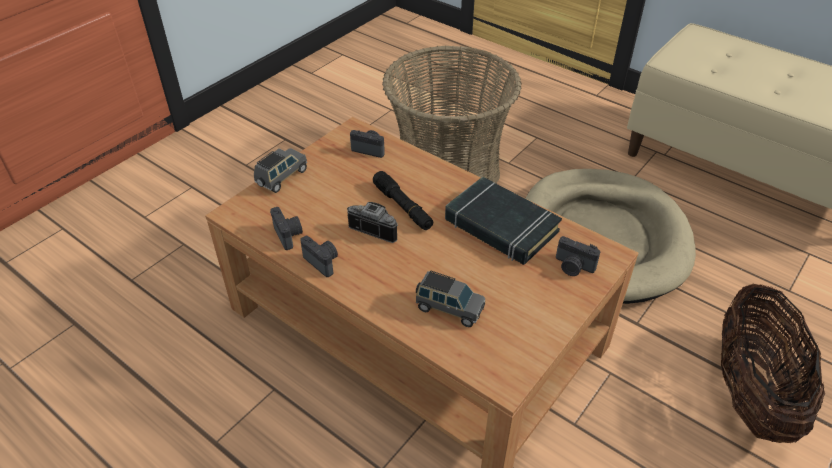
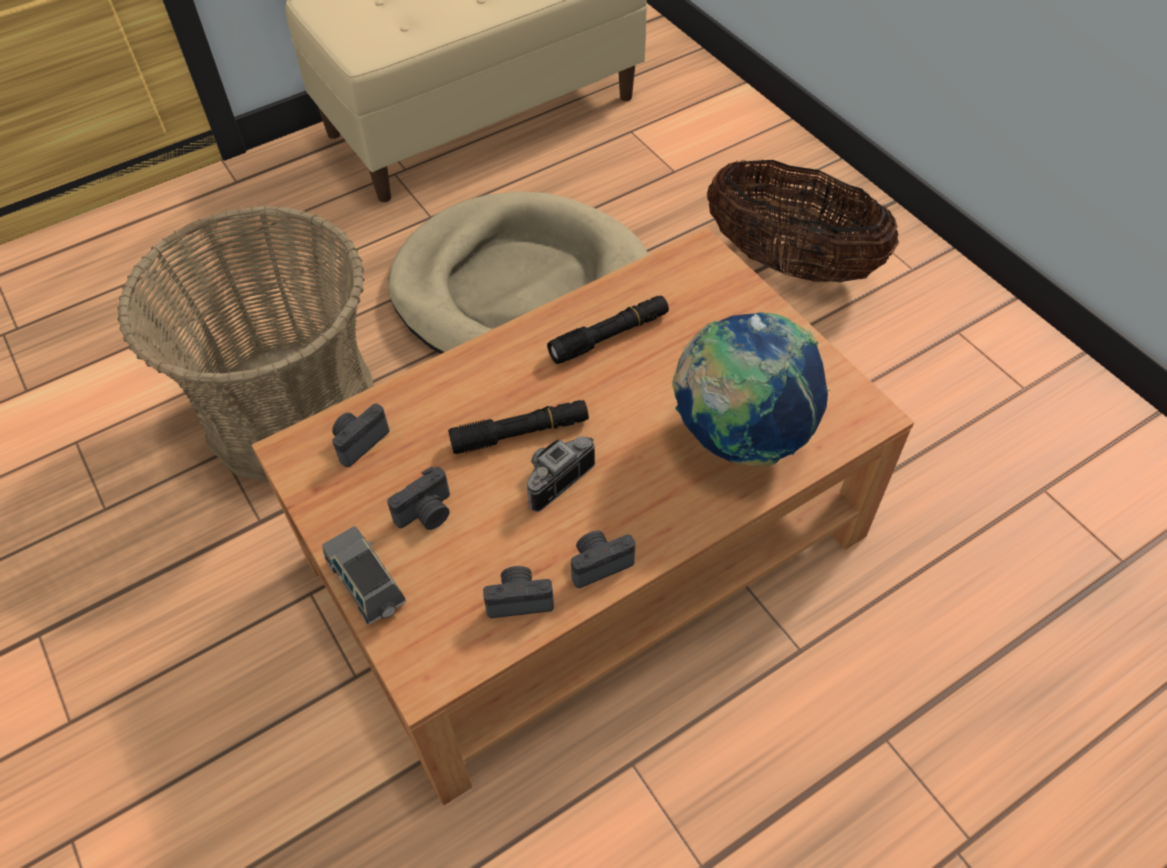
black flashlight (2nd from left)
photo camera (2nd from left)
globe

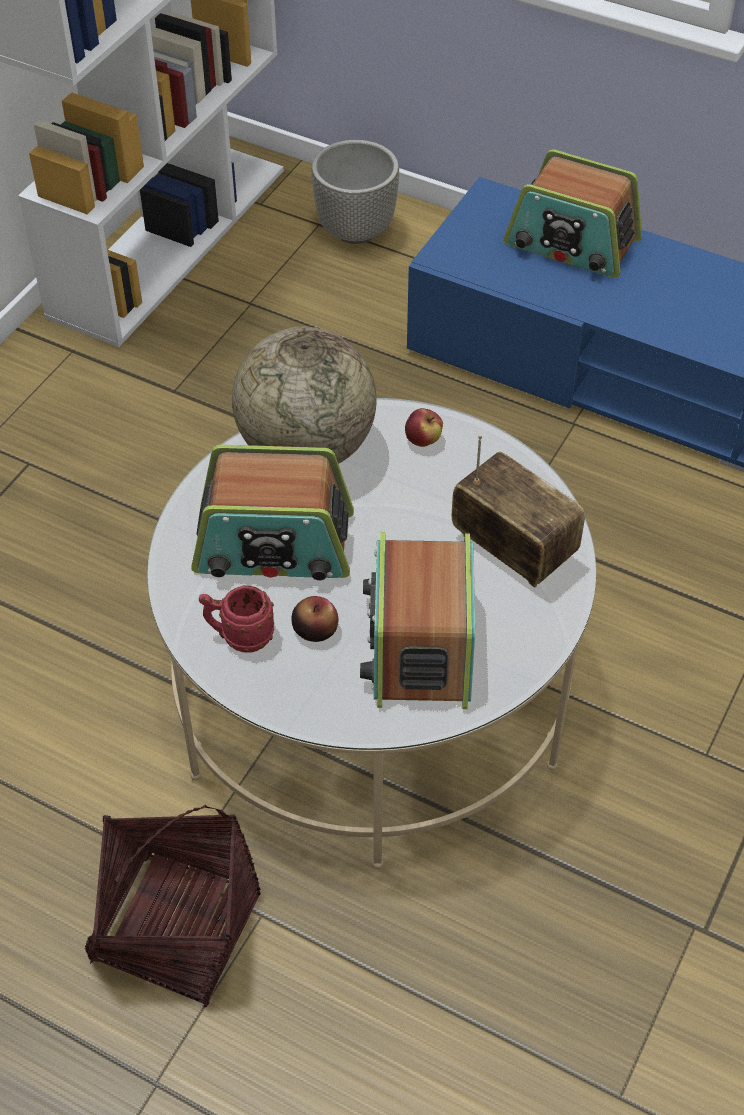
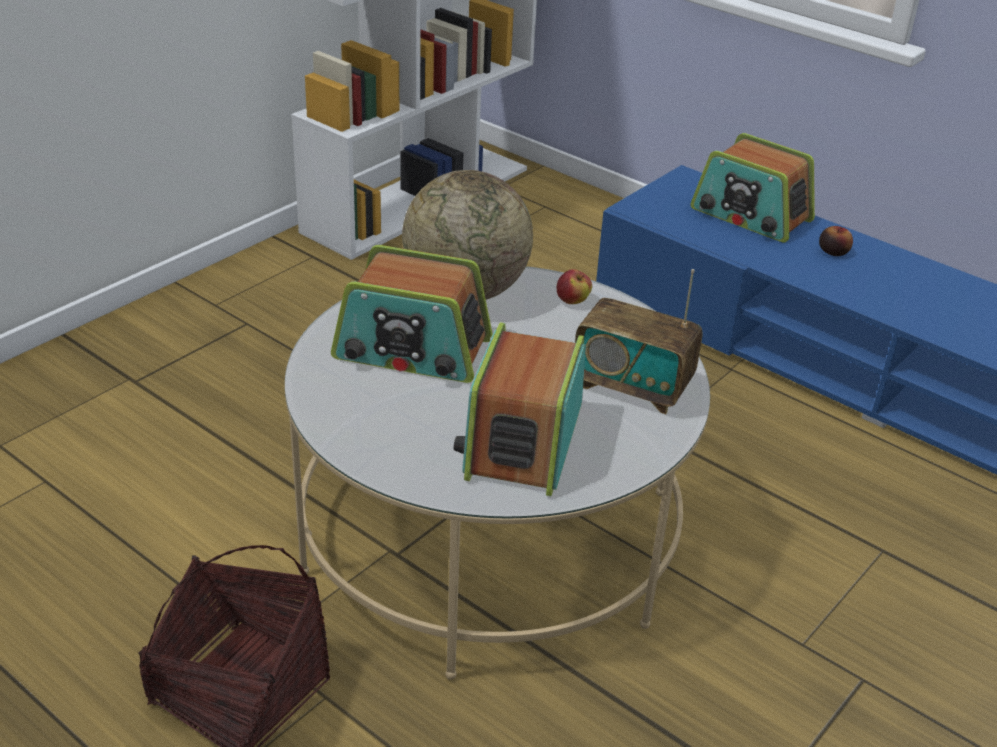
grey planter
radio (3rd from left)
red mug
apple (2nd from left)

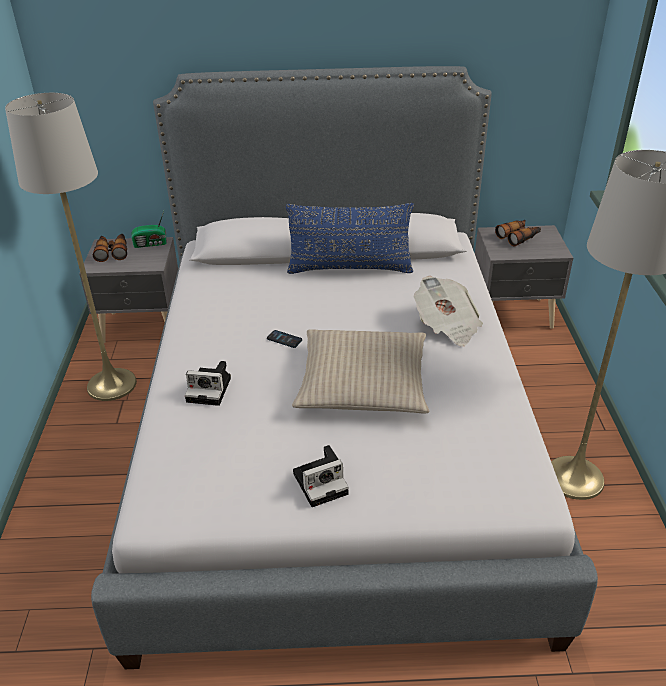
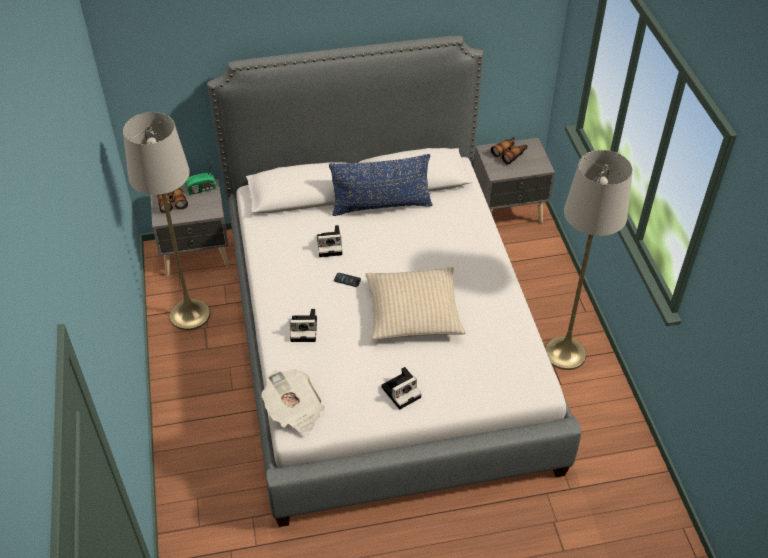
newspaper
photo camera (2nd from left)

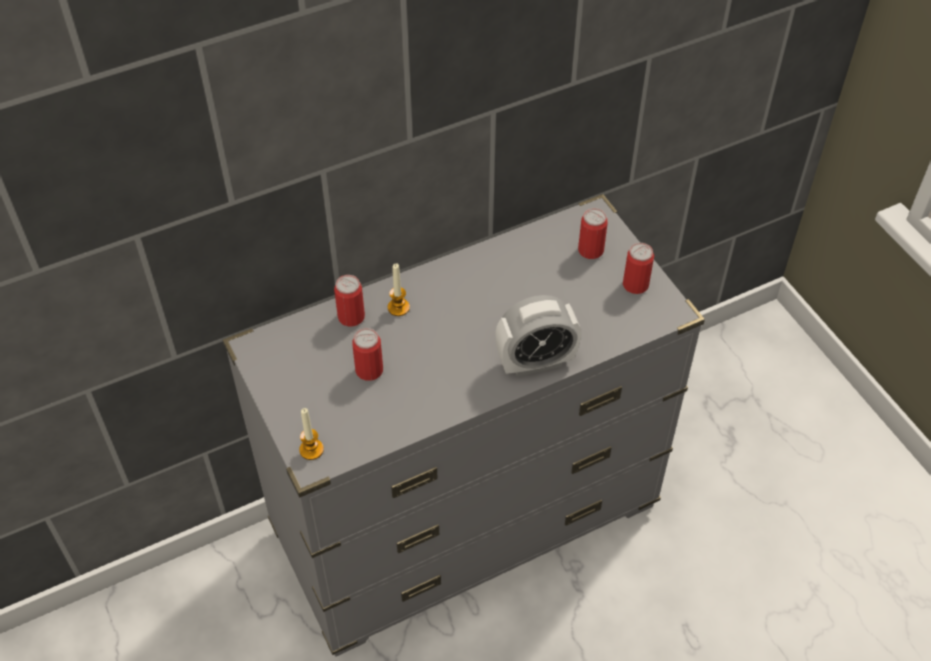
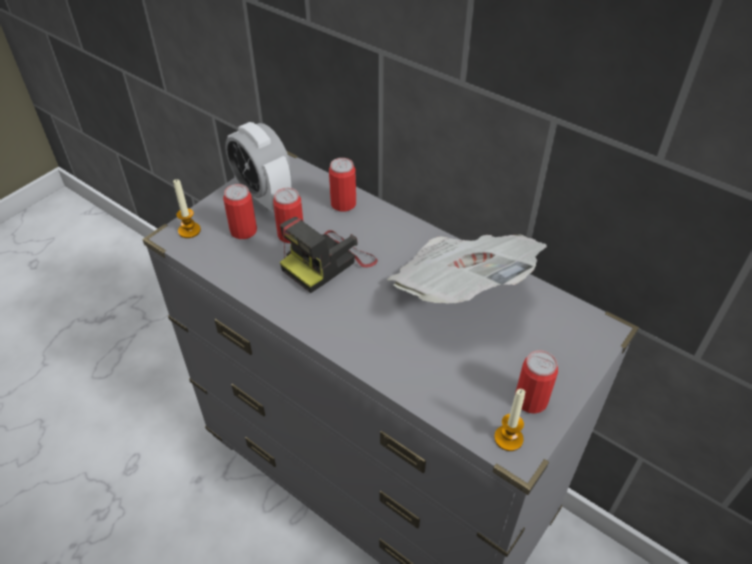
can (1st from left)
candle (2nd from left)
alarm clock
photo camera
newspaper

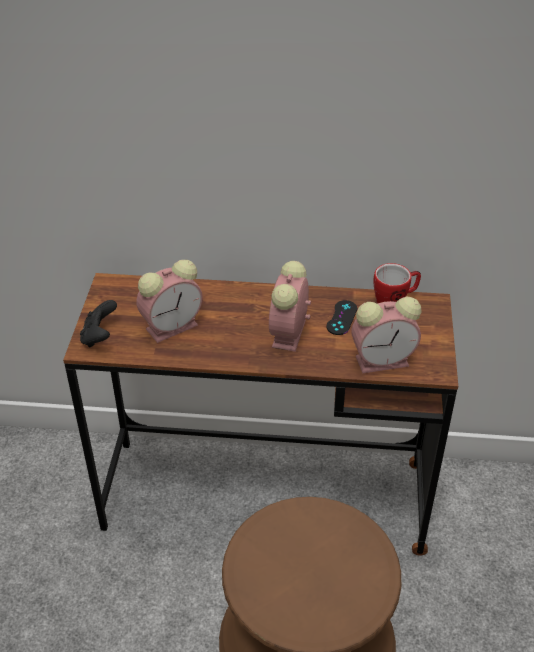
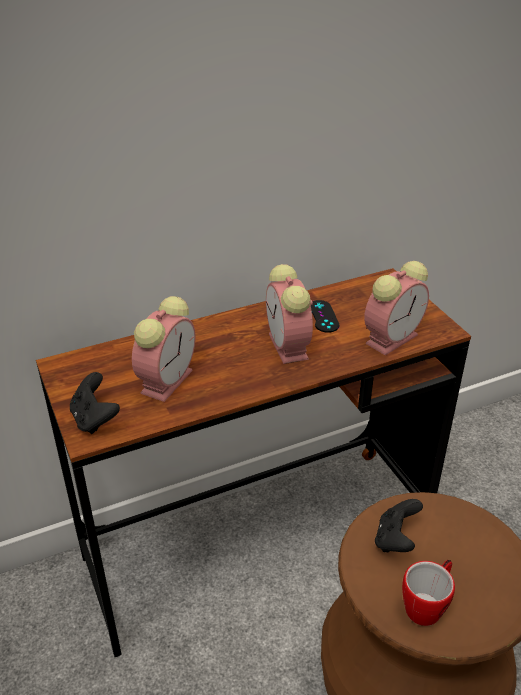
mug
black game controller (3rd from left)

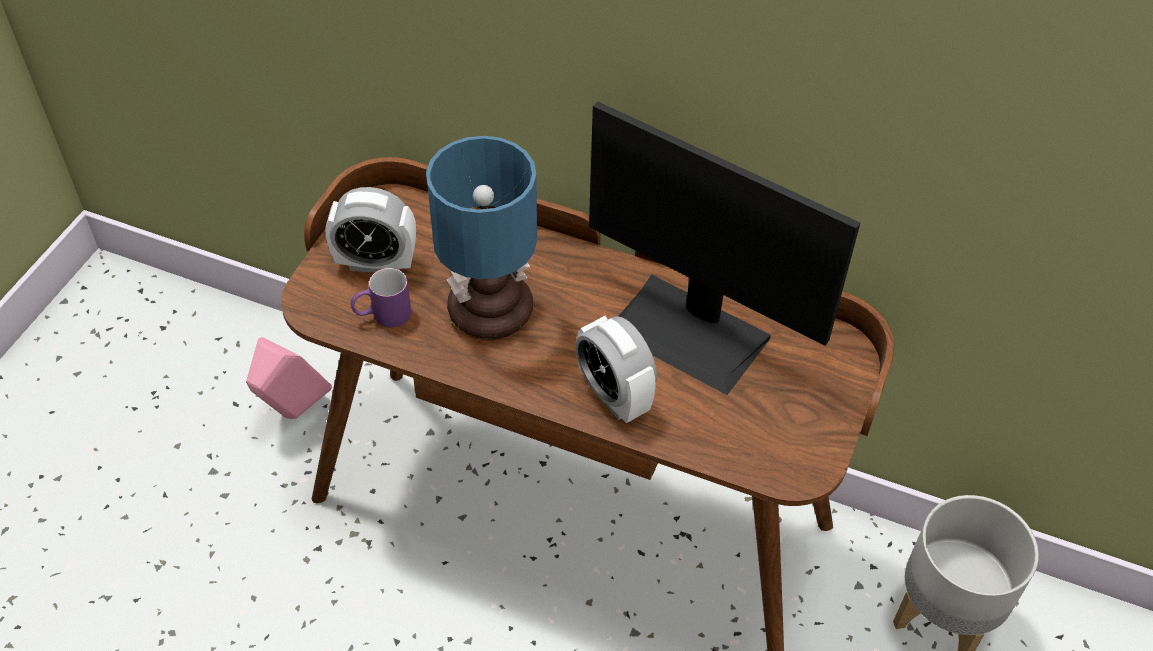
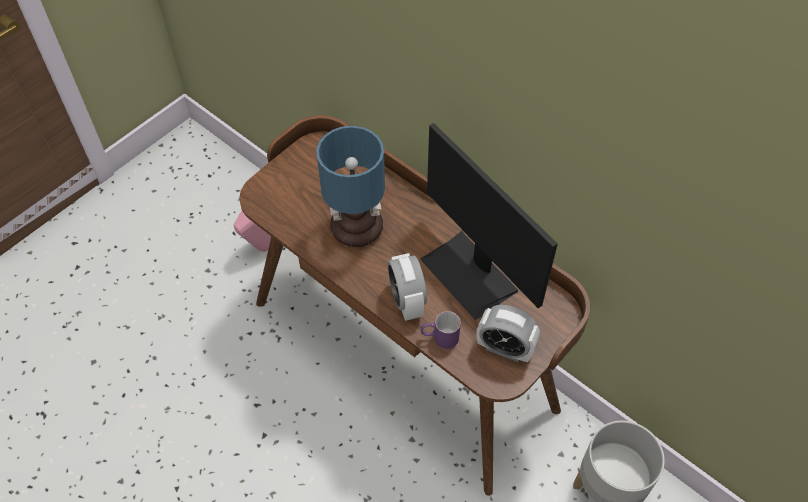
alarm clock (2nd from left)
purple mug

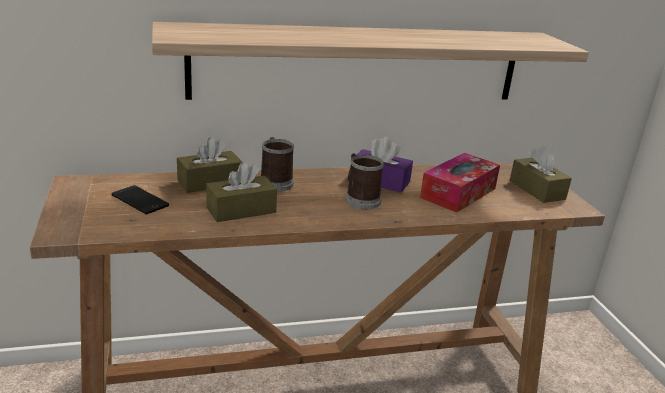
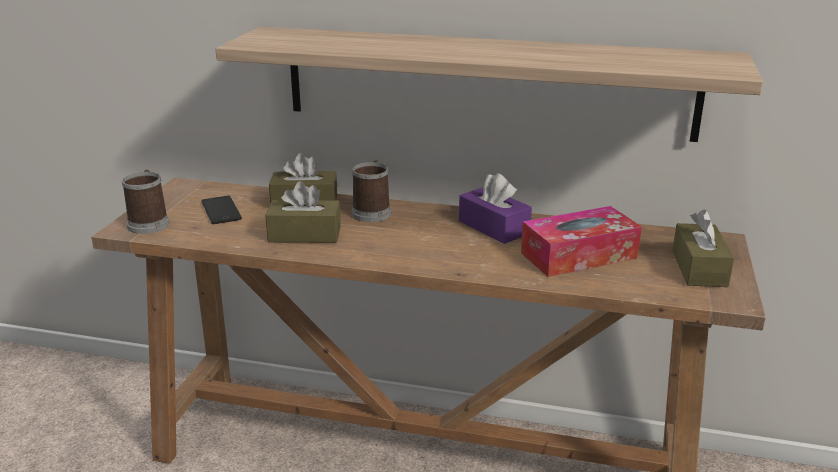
mug (1st from left)

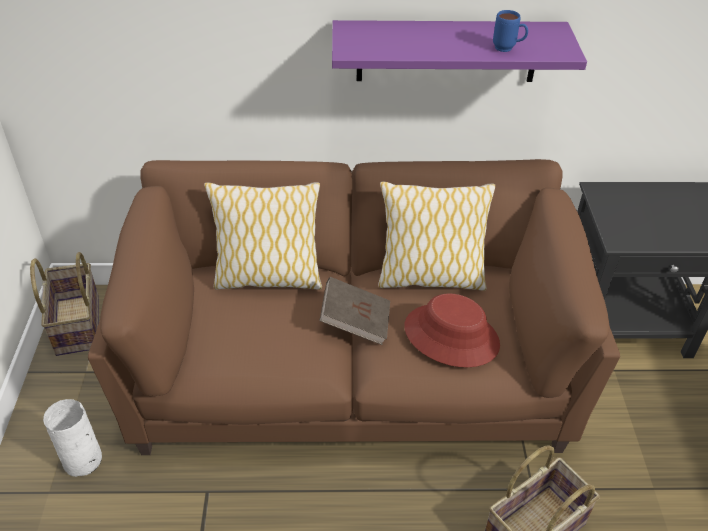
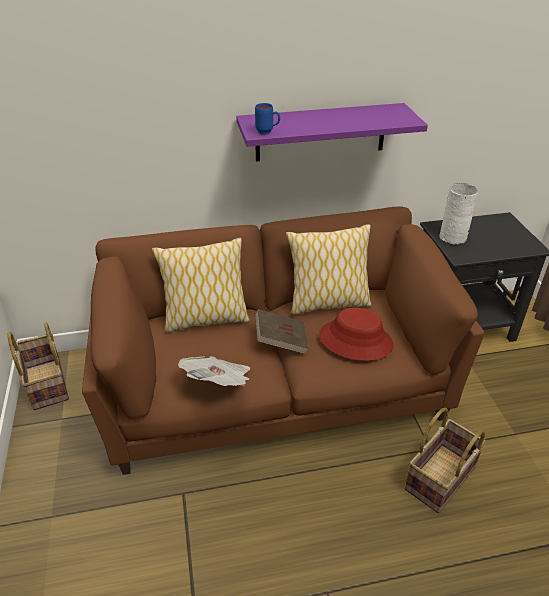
blue mug
white vase
newspaper

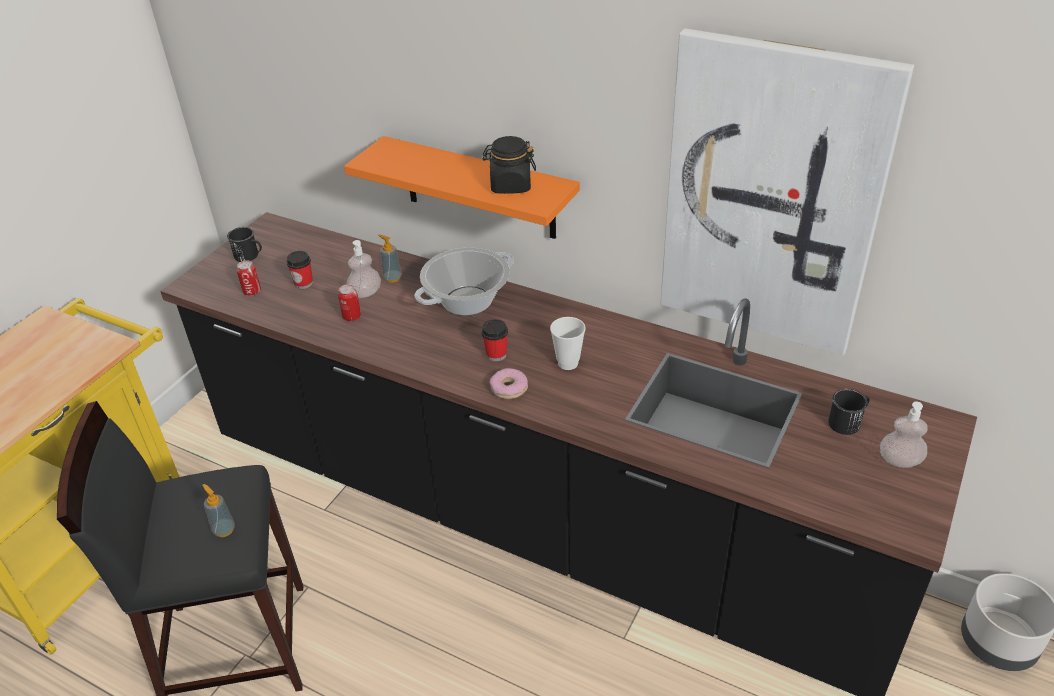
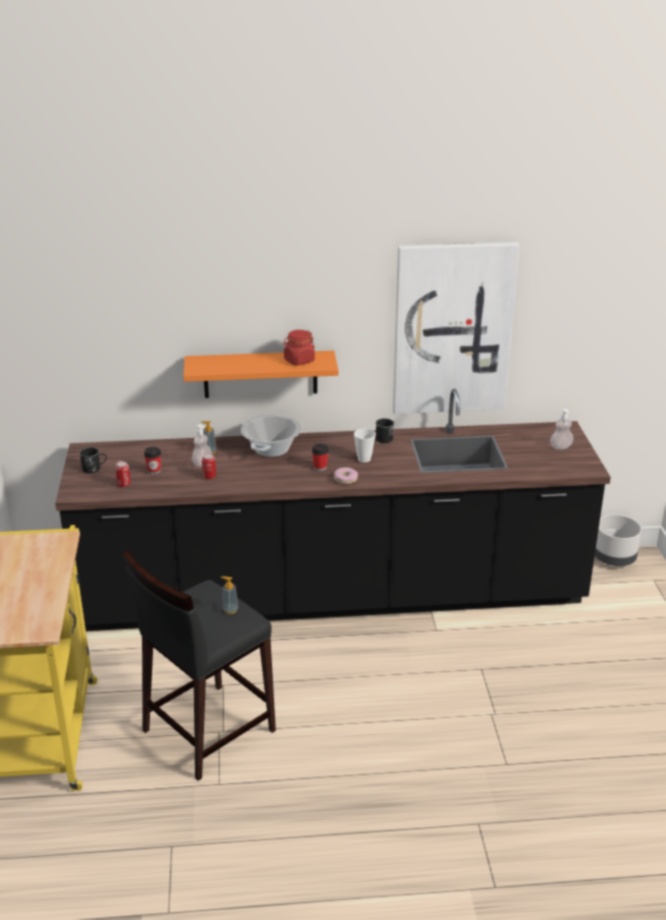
red jar
black mug (2nd from left)

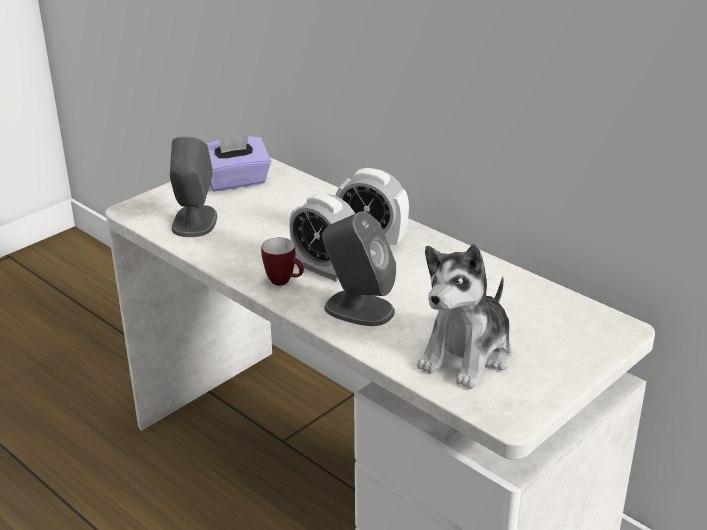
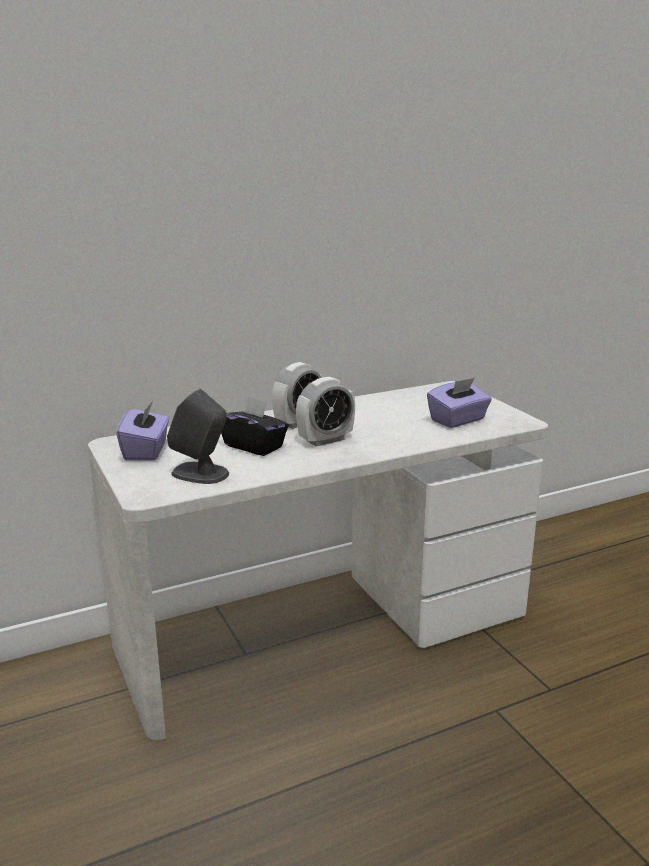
grey speaker (2nd from left in the first image)
mug
purple tissue box (2nd from left)
black tissue box

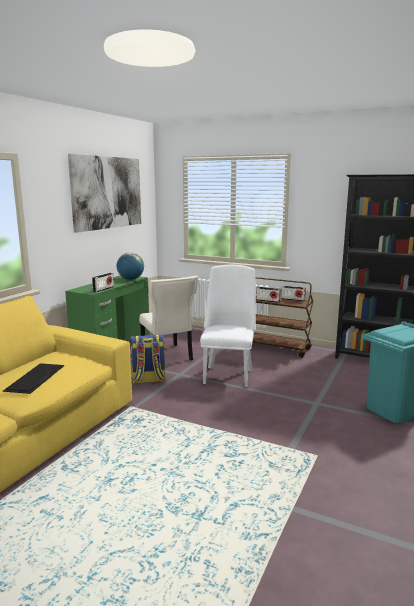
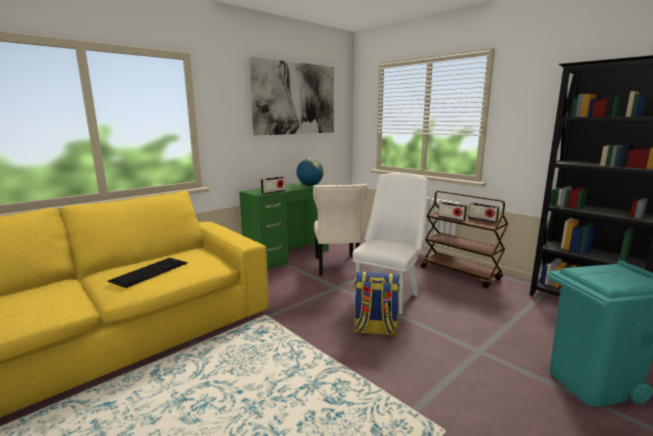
backpack

